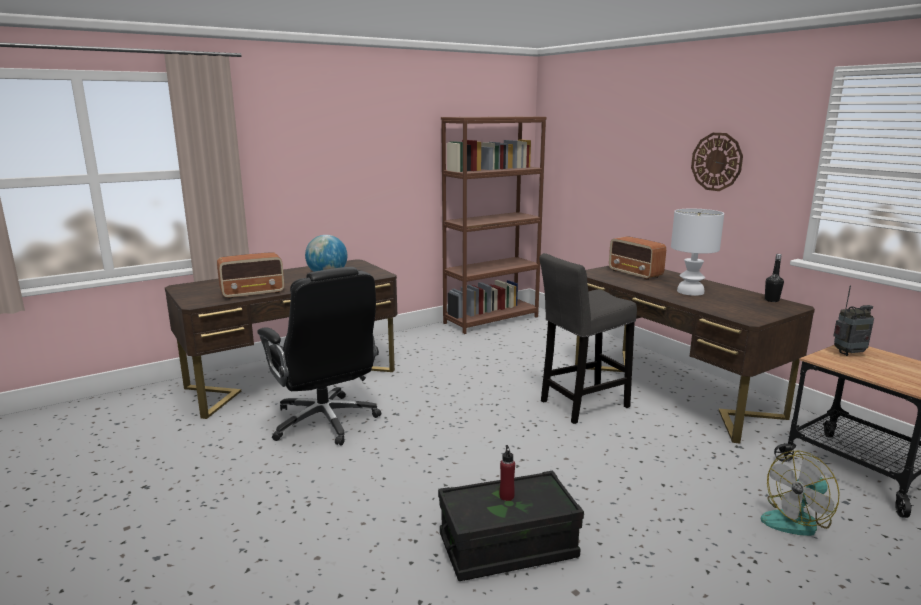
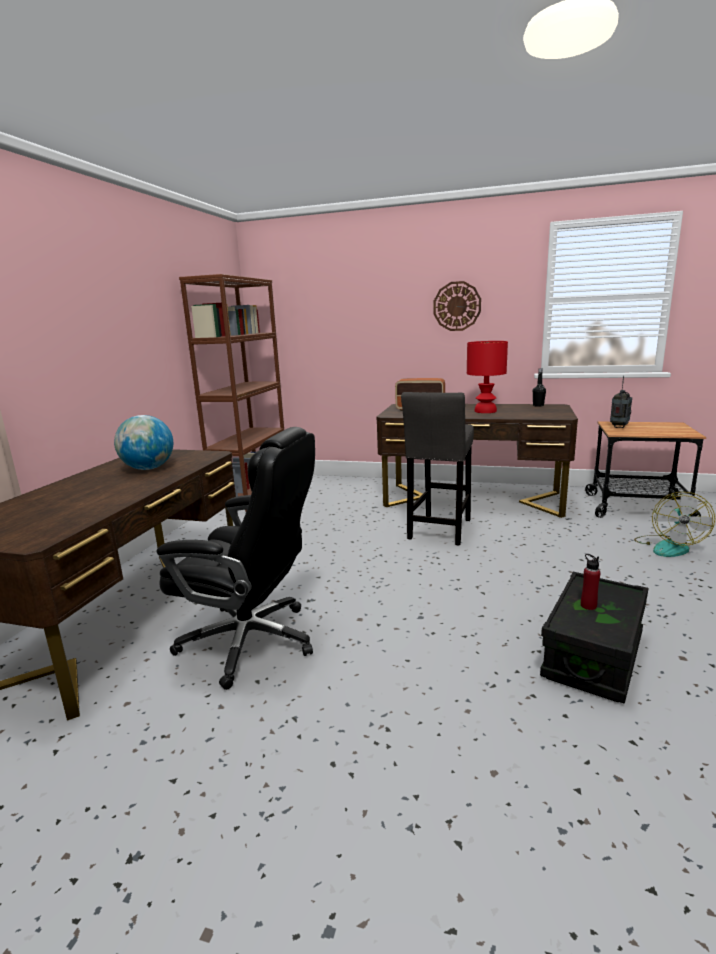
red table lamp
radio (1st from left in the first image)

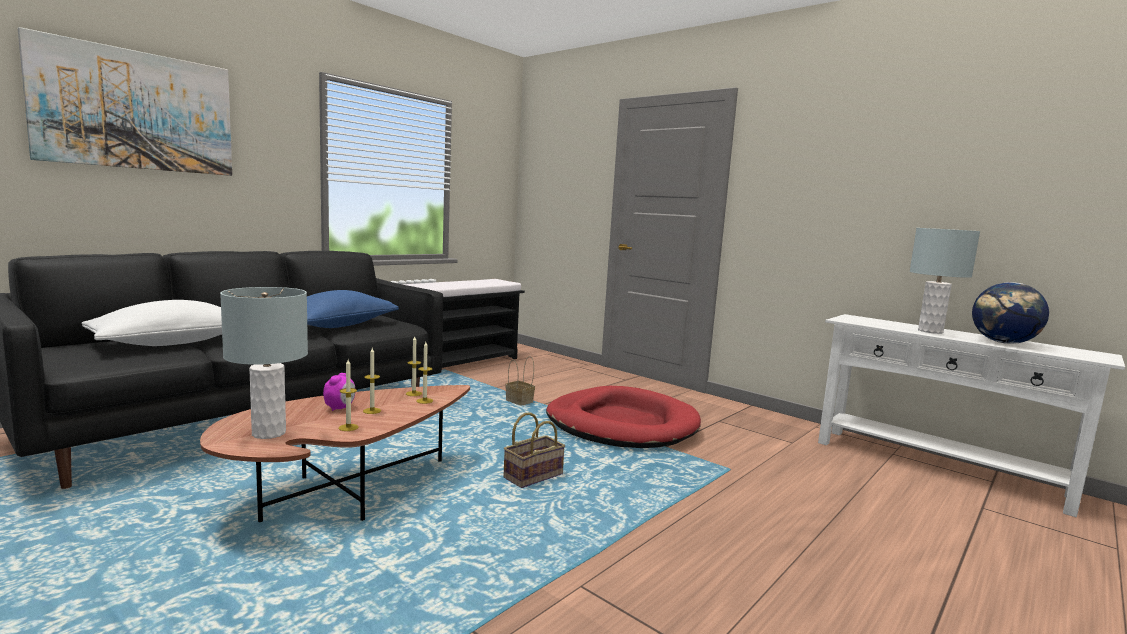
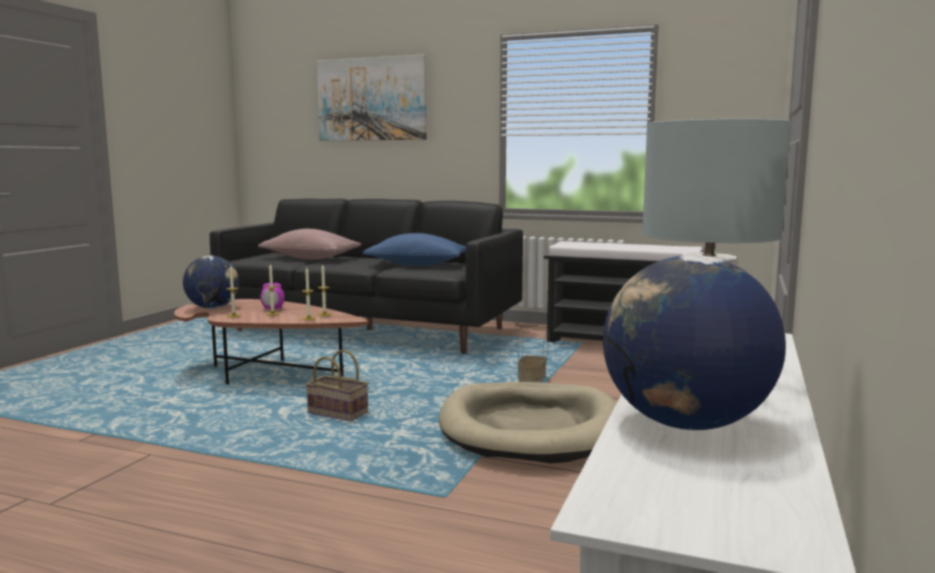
globe (1st from left)
pink pillow
beige dog bed

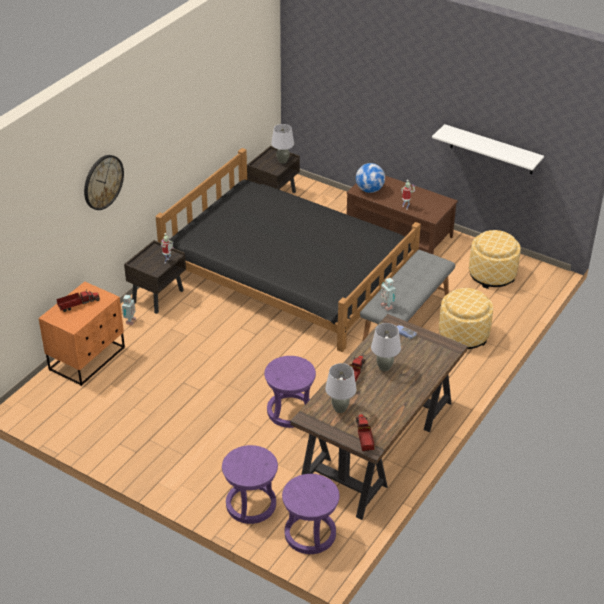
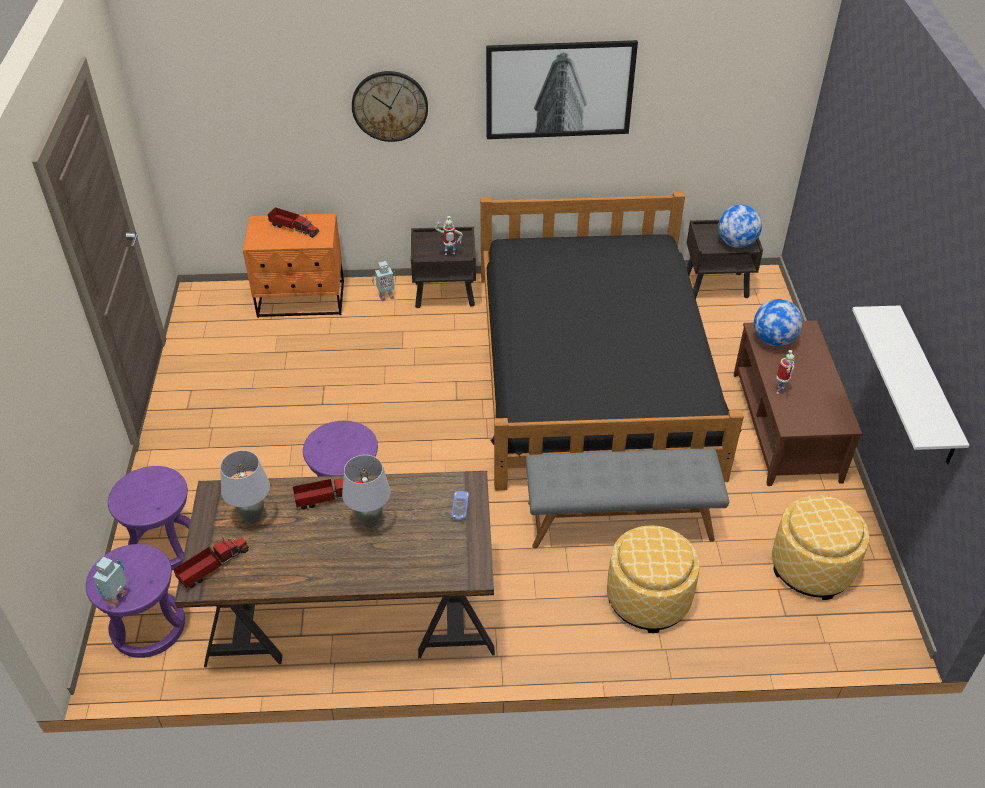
globe (1st from left)
toy robot (1st from left)
picture

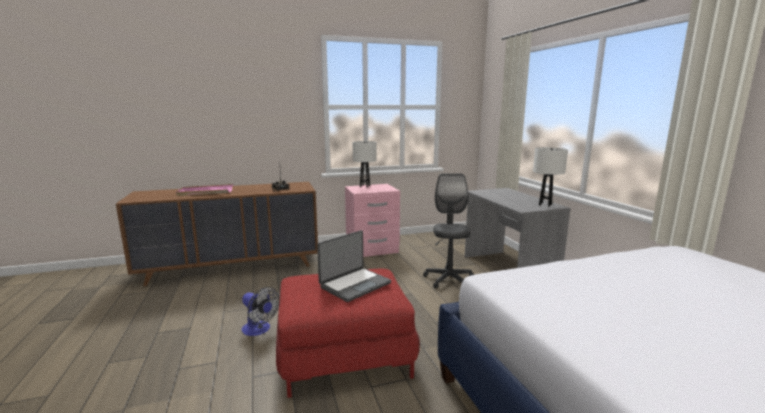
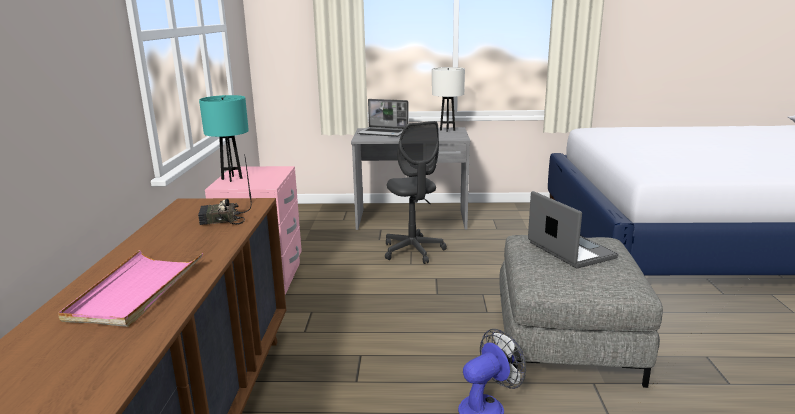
turquoise table lamp
grey office chair
grey ottoman
laptop (1st from left)

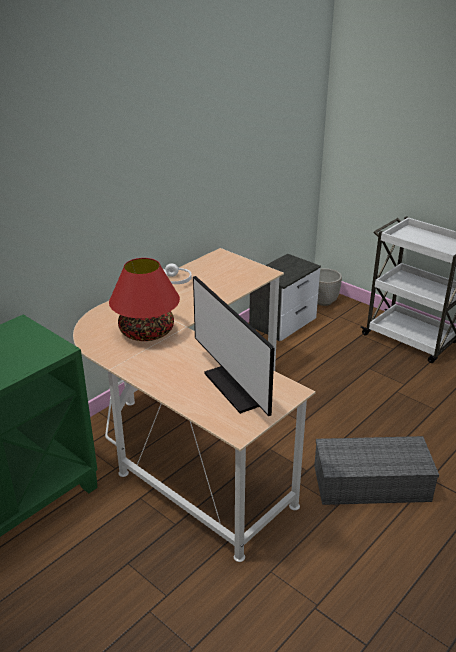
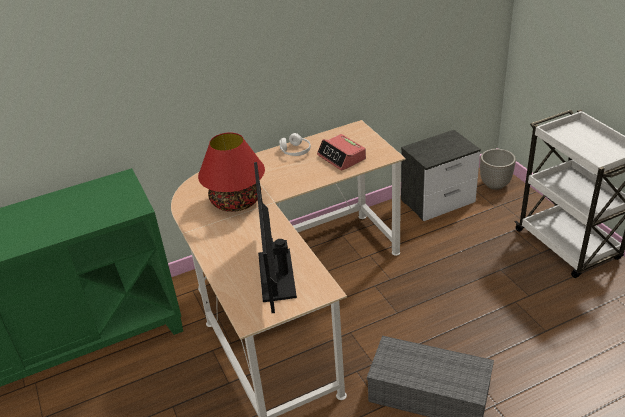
alarm clock

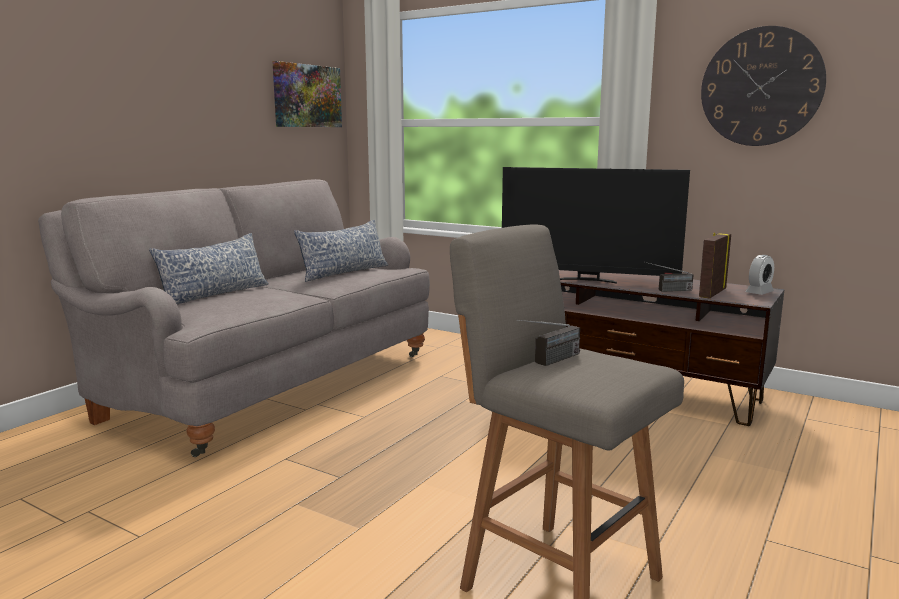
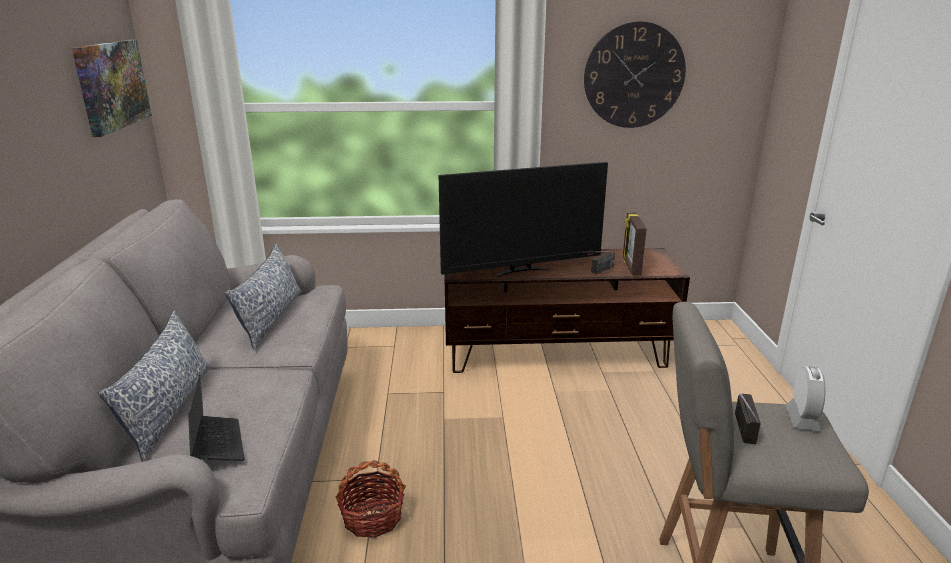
alarm clock
laptop
basket

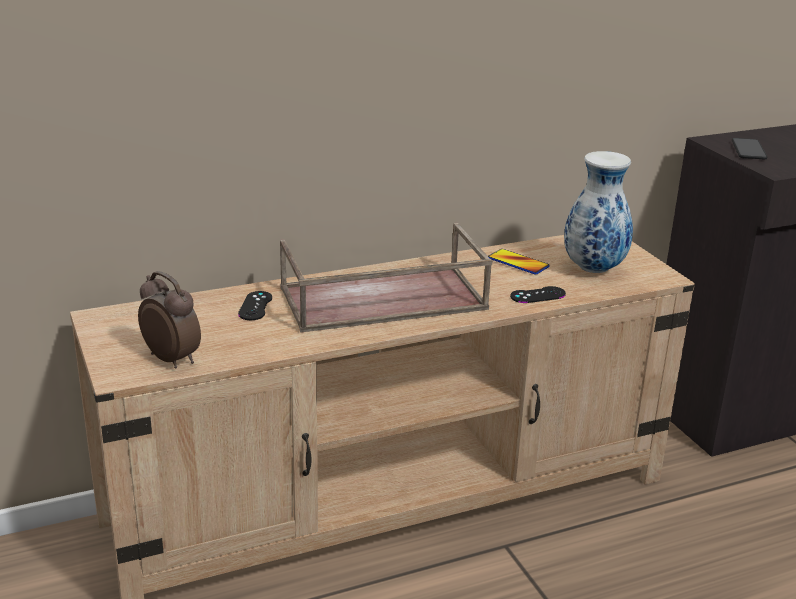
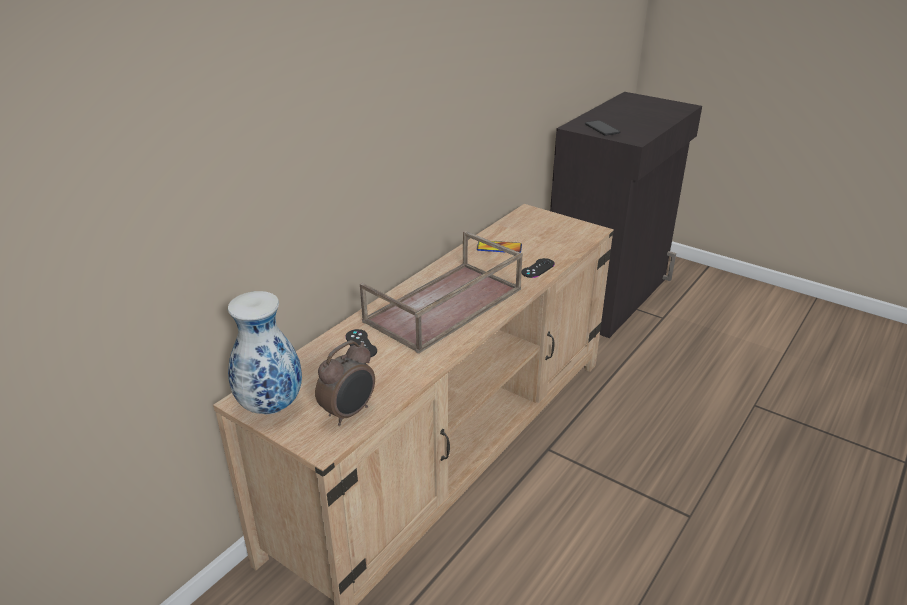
vase
alarm clock

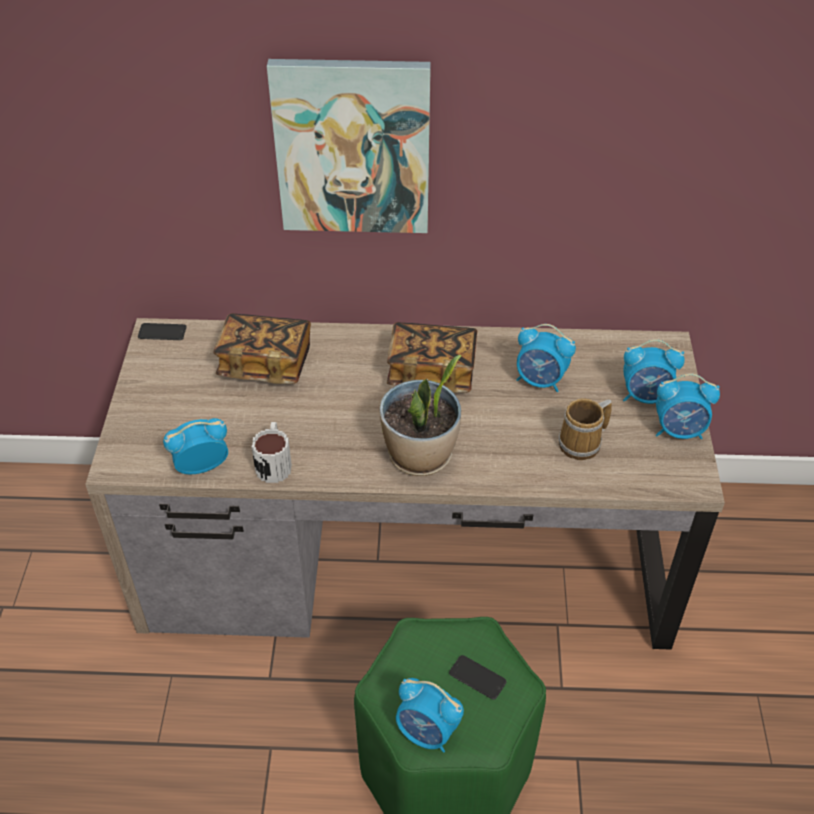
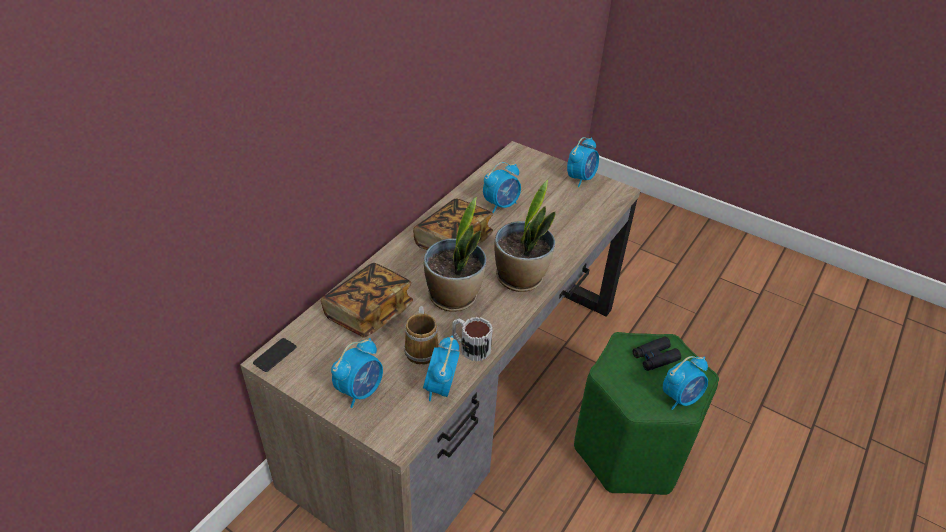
picture
alarm clock (1st from left)
mug (1st from left)
black binoculars
potted plant (1st from left)

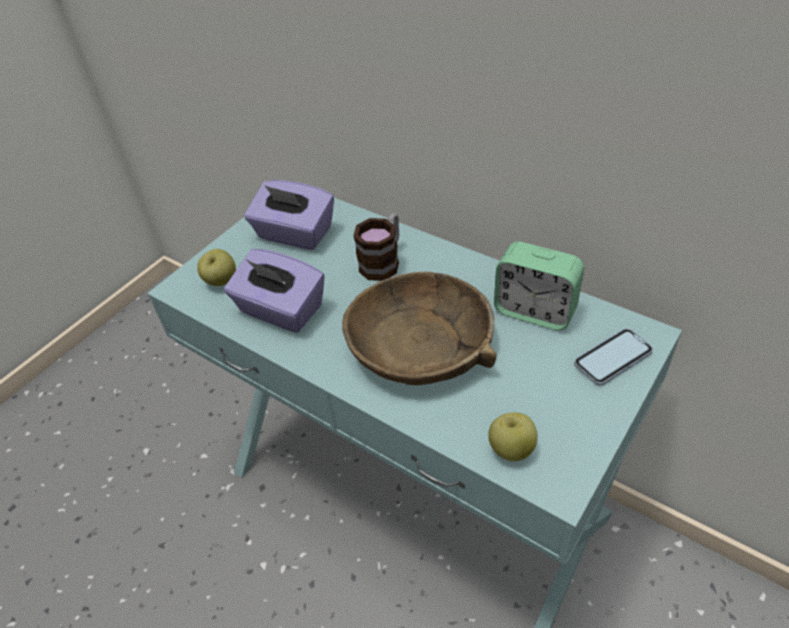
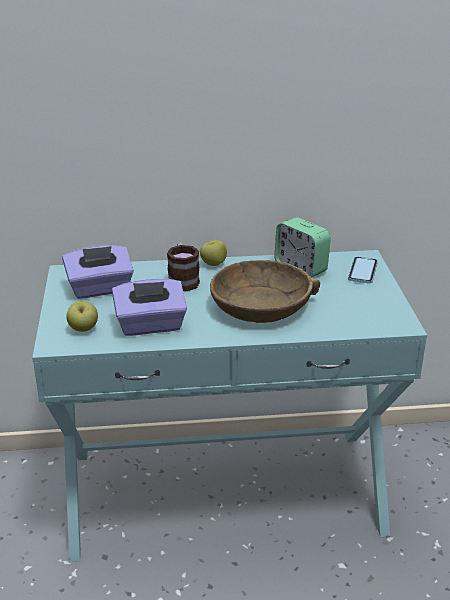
alarm clock
apple (2nd from left)

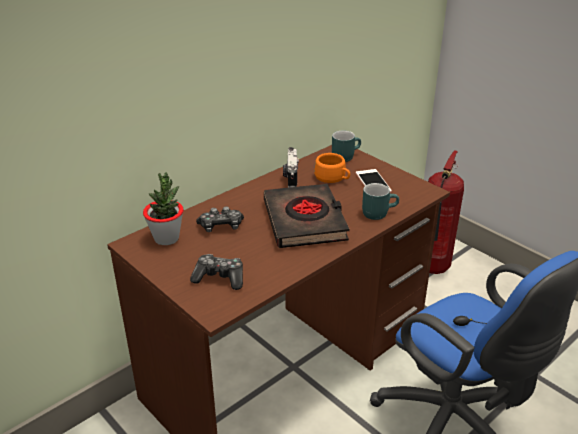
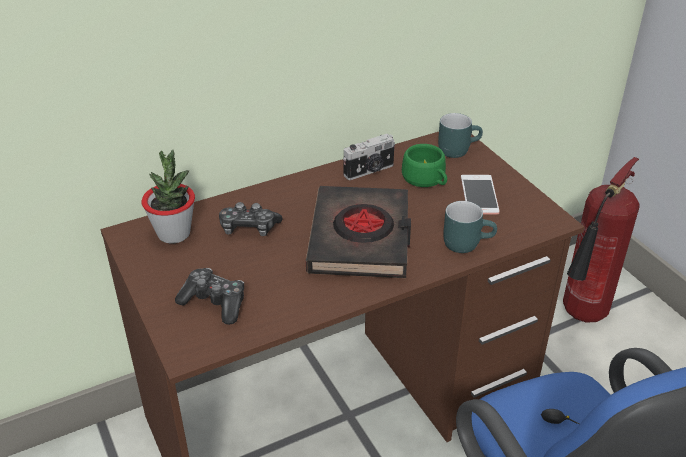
photo camera
green cup

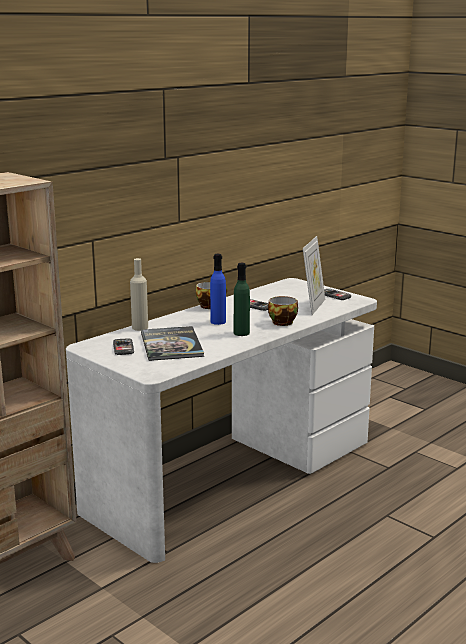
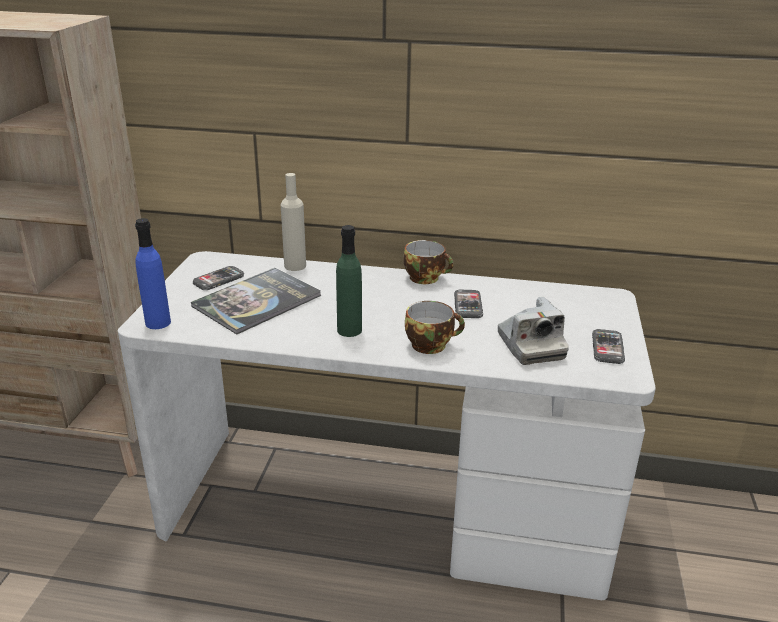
photo camera
blue bottle

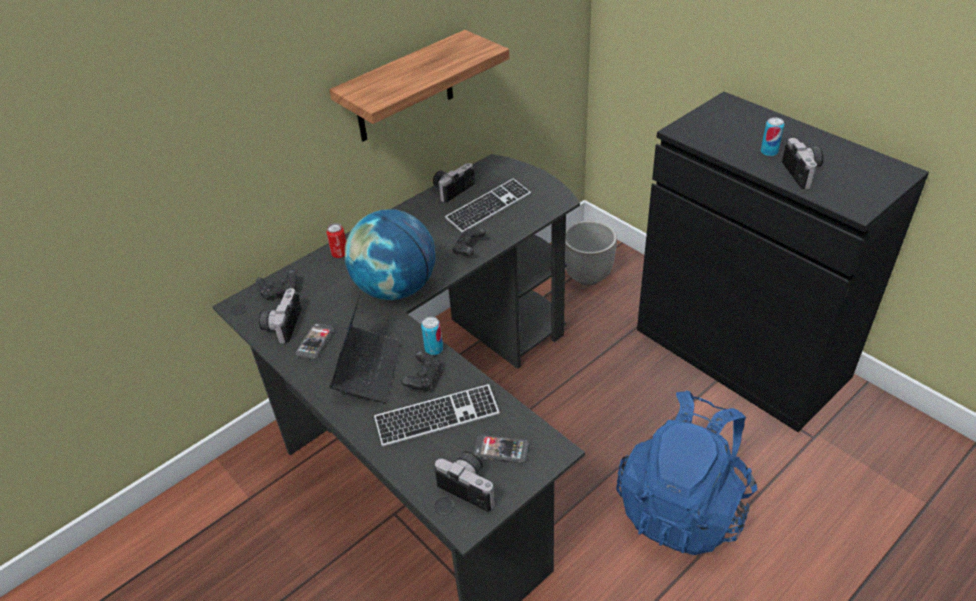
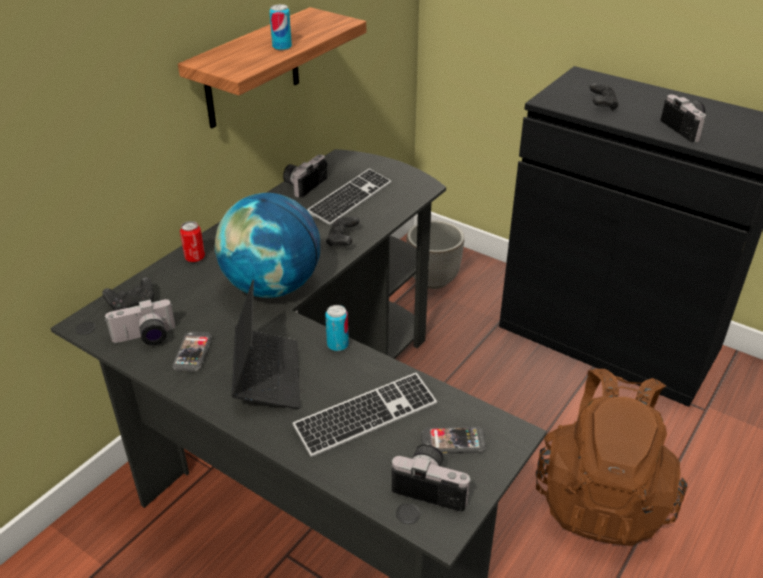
can (2nd from left)
photo camera (1st from left)
black game controller (3rd from left)
brown backpack

